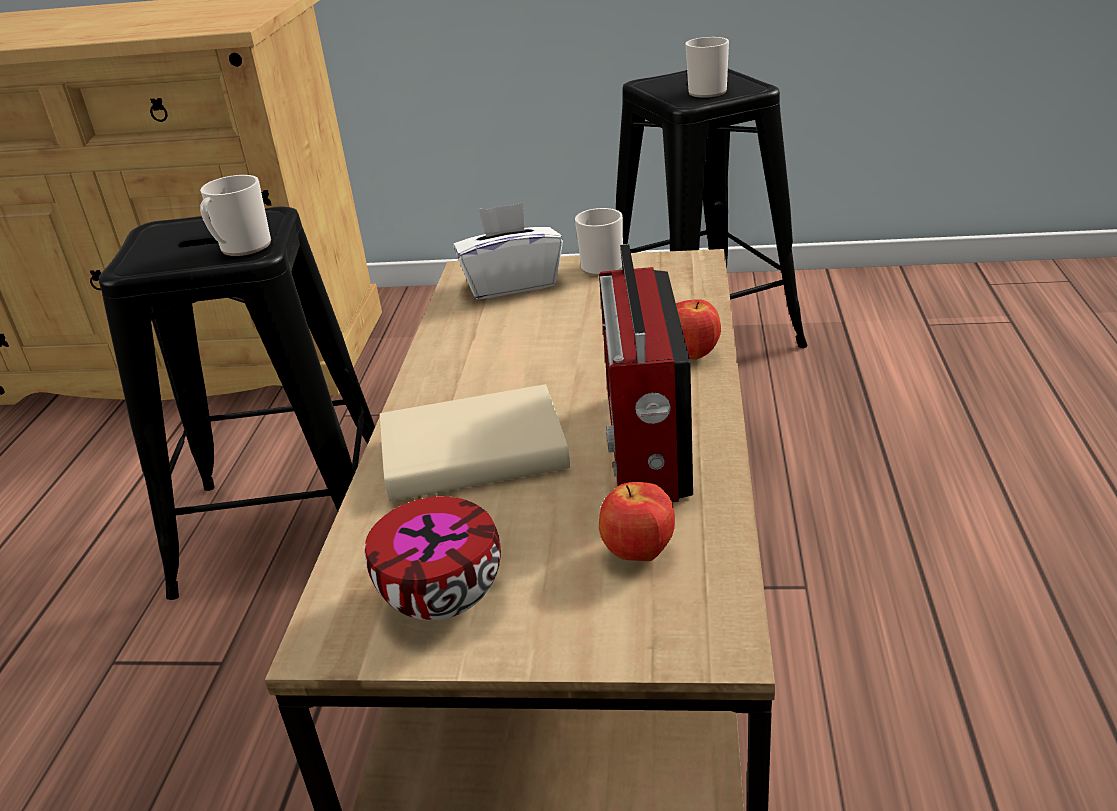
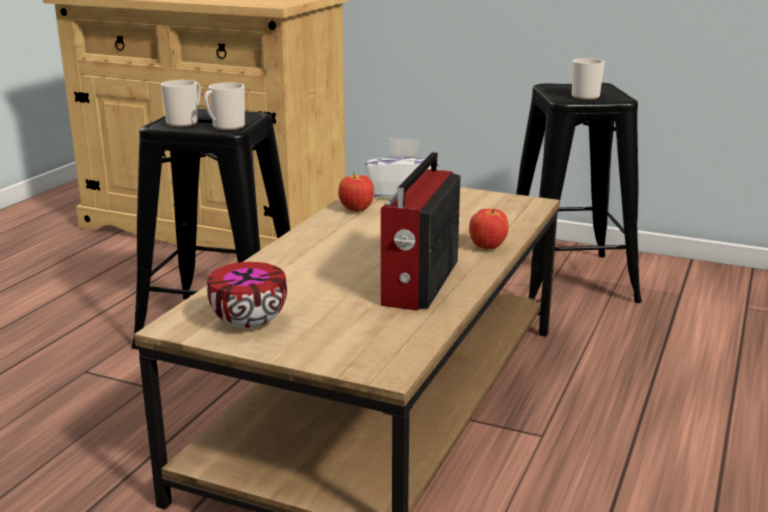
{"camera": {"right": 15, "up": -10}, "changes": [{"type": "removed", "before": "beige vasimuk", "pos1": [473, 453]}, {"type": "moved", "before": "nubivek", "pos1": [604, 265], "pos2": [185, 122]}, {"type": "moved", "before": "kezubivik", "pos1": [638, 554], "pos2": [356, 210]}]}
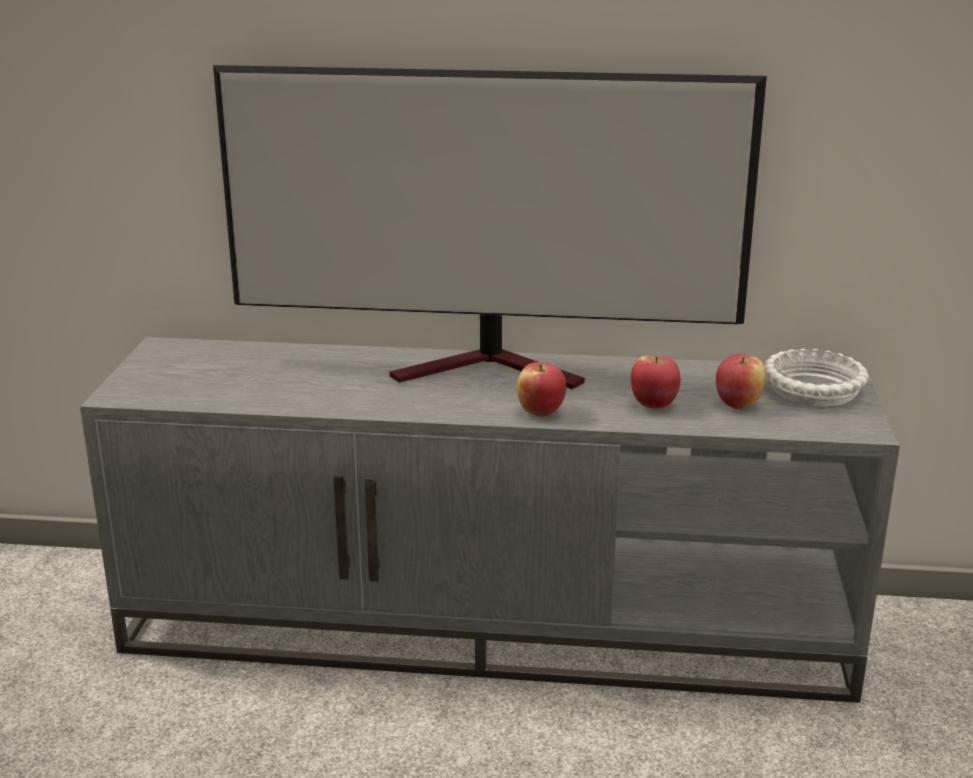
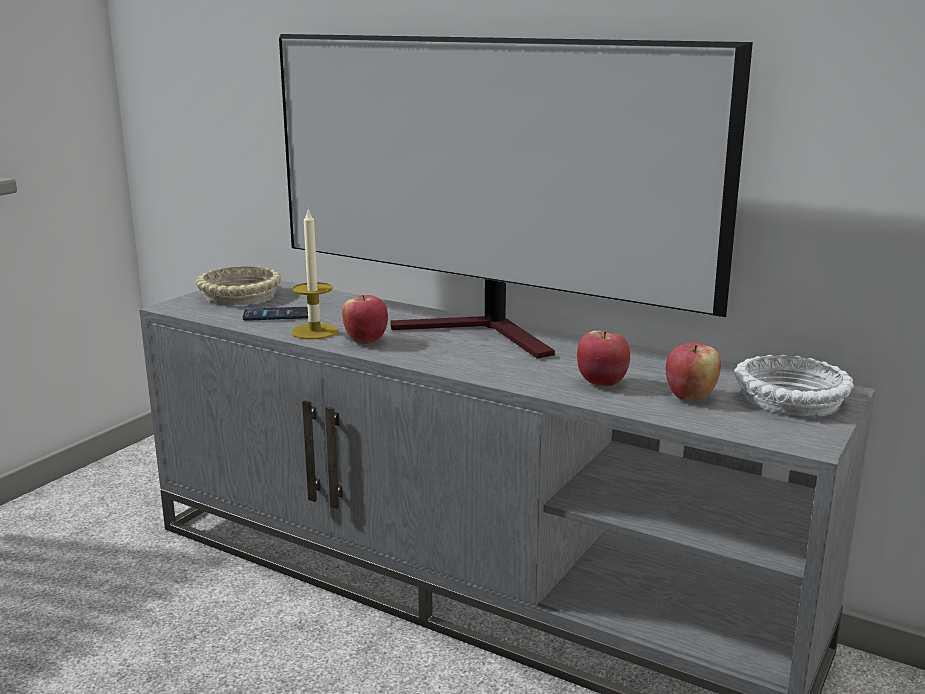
{"camera": {"right": 25, "up": -5}, "changes": [{"type": "added", "after": "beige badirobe", "pos2": [240, 295]}, {"type": "added", "after": "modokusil", "pos2": [277, 315]}, {"type": "added", "after": "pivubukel", "pos2": [314, 331]}, {"type": "moved", "before": "kezubivik", "pos1": [540, 412], "pos2": [366, 341]}]}
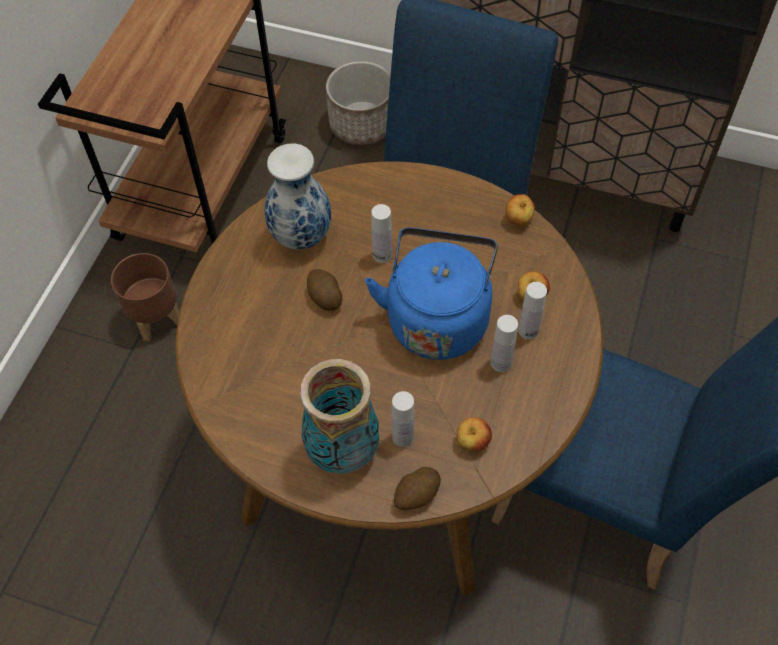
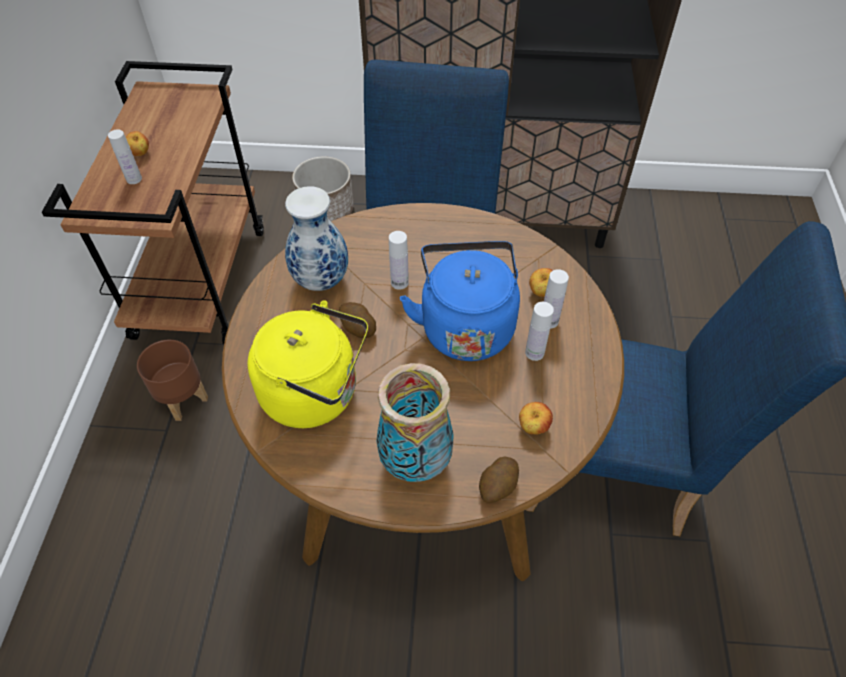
{"camera": {"right": -15, "up": -5}, "changes": [{"type": "added", "after": "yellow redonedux", "pos2": [316, 393]}, {"type": "moved", "before": "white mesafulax", "pos1": [403, 437], "pos2": [134, 179]}, {"type": "moved", "before": "kezubivik", "pos1": [518, 220], "pos2": [140, 154]}]}
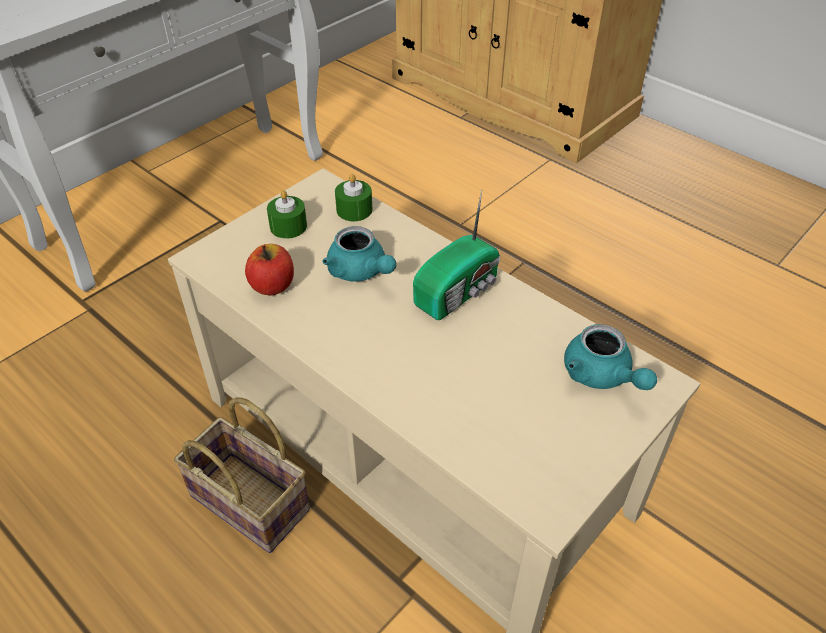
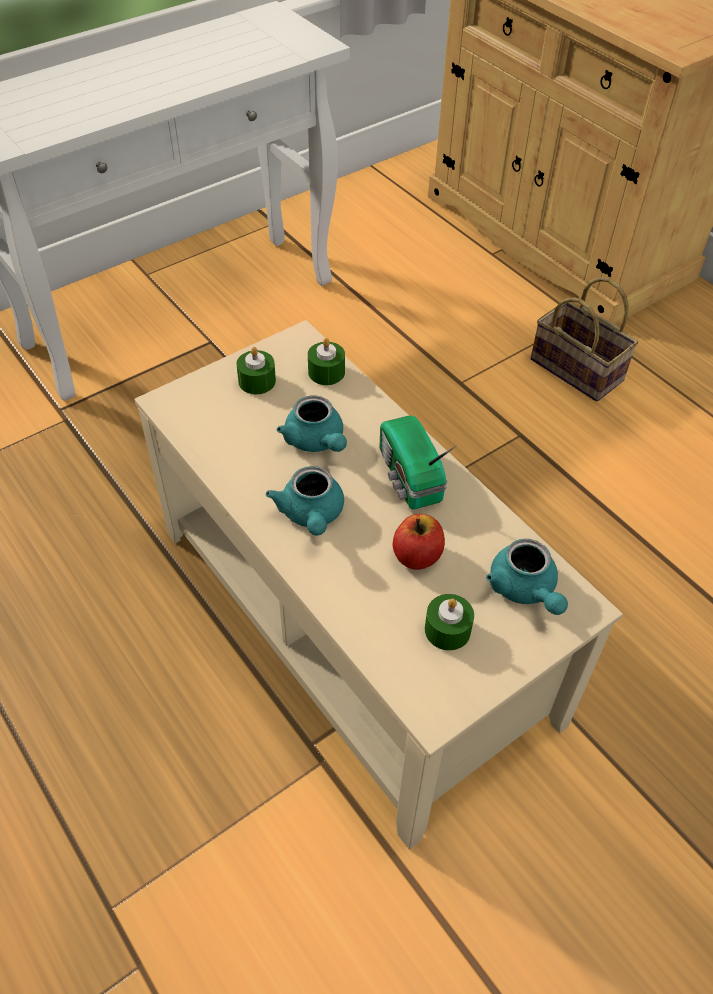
{"camera": {"right": 10, "up": 5}, "changes": [{"type": "added", "after": "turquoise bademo", "pos2": [311, 515]}, {"type": "added", "after": "green pivubukel", "pos2": [447, 630]}, {"type": "moved", "before": "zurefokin", "pos1": [253, 502], "pos2": [579, 370]}, {"type": "moved", "before": "kezubivik", "pos1": [273, 285], "pos2": [417, 556]}, {"type": "turned", "before": "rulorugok", "pos1": [459, 291], "pos2": [409, 478], "turn": 105}]}
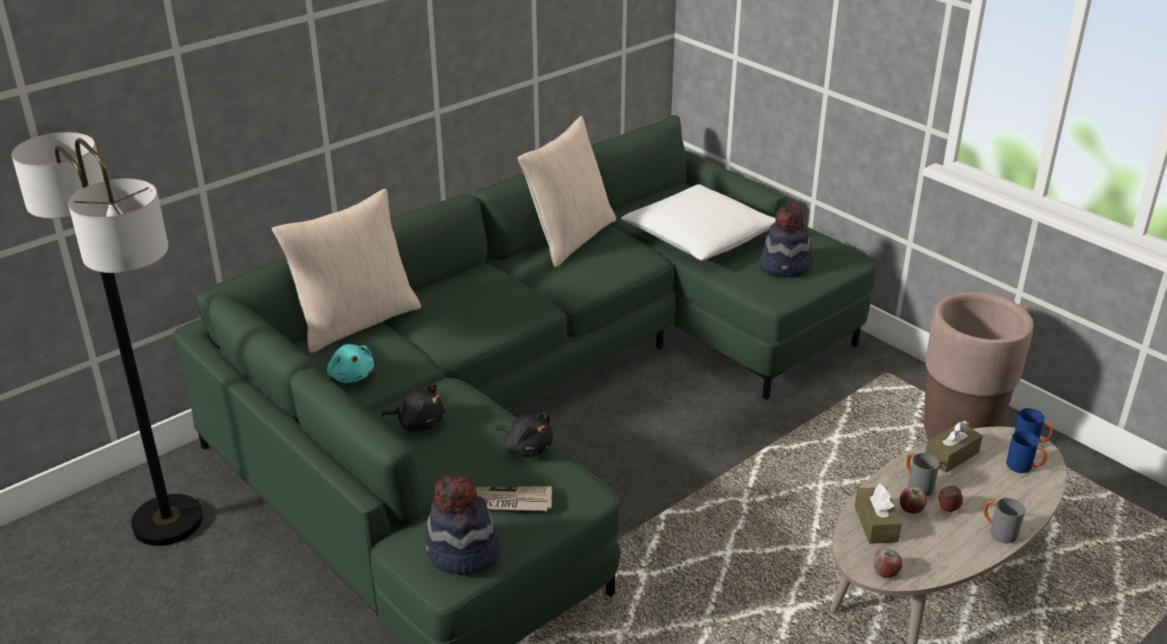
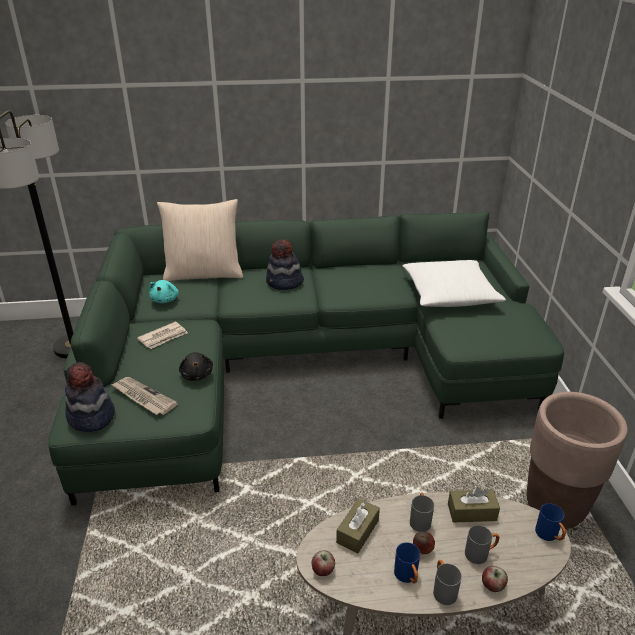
{"camera": {"right": 35, "up": 0}, "changes": [{"type": "removed", "before": "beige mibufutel", "pos1": [569, 238]}, {"type": "added", "after": "grey nubivek", "pos2": [480, 554]}, {"type": "moved", "before": "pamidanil", "pos1": [786, 266], "pos2": [284, 283]}, {"type": "moved", "before": "kezubivik", "pos1": [911, 509], "pos2": [492, 586]}, {"type": "moved", "before": "blue nubivek", "pos1": [1024, 467], "pos2": [407, 577]}, {"type": "replaced", "before": "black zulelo", "after": "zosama", "pos1": [418, 423], "pos2": [163, 337]}]}
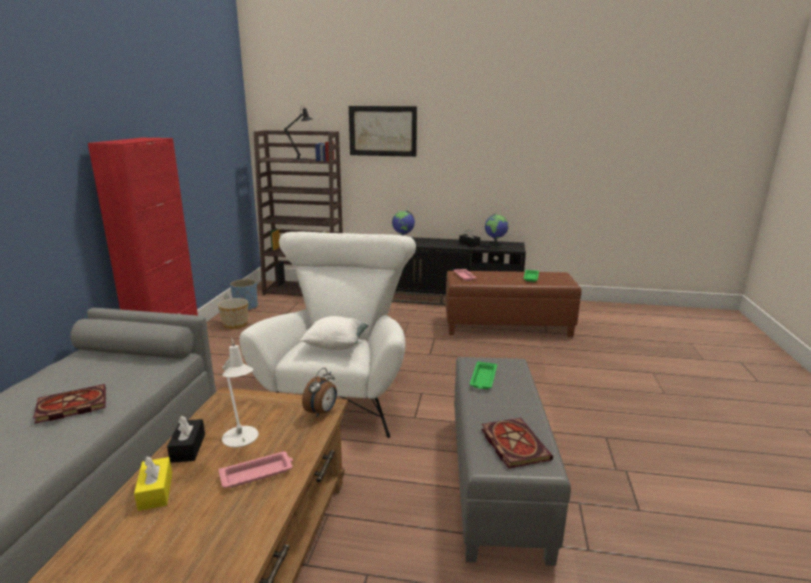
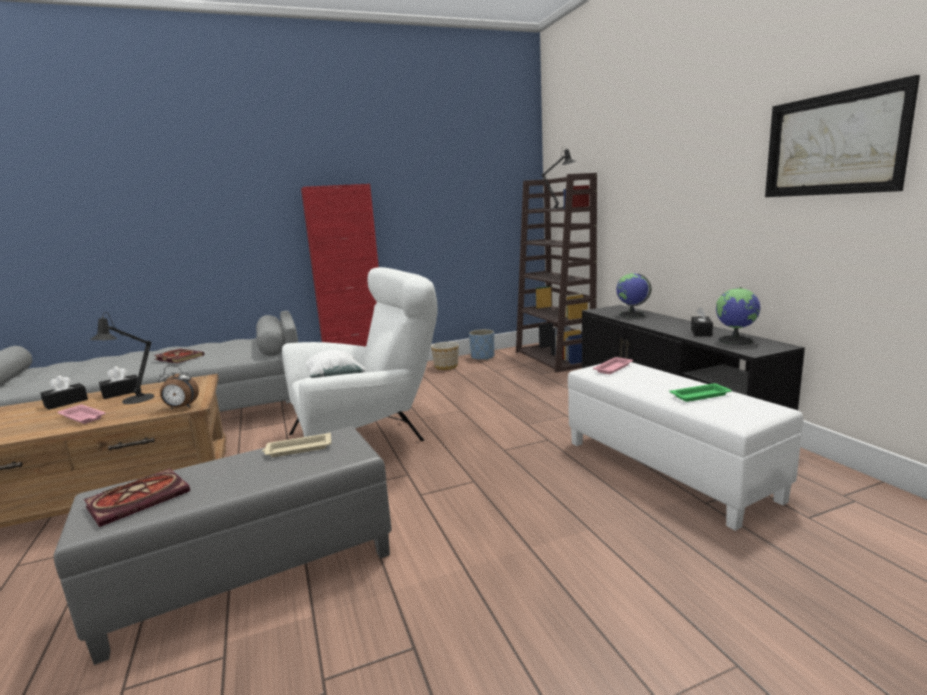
{"camera": {"right": 60, "up": -5}, "changes": [{"type": "moved", "before": "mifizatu", "pos1": [383, 131], "pos2": [833, 144]}, {"type": "recoloured", "before": "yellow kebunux", "after": "black kebunux", "pos1": [155, 491], "pos2": [66, 402]}, {"type": "recoloured", "before": "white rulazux", "after": "black rulazux", "pos1": [241, 439], "pos2": [134, 400]}, {"type": "recoloured", "before": "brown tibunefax", "after": "white tibunefax", "pos1": [507, 326], "pos2": [667, 469]}, {"type": "recoloured", "before": "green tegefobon", "after": "beige tegefobon", "pos1": [483, 379], "pos2": [297, 449]}]}
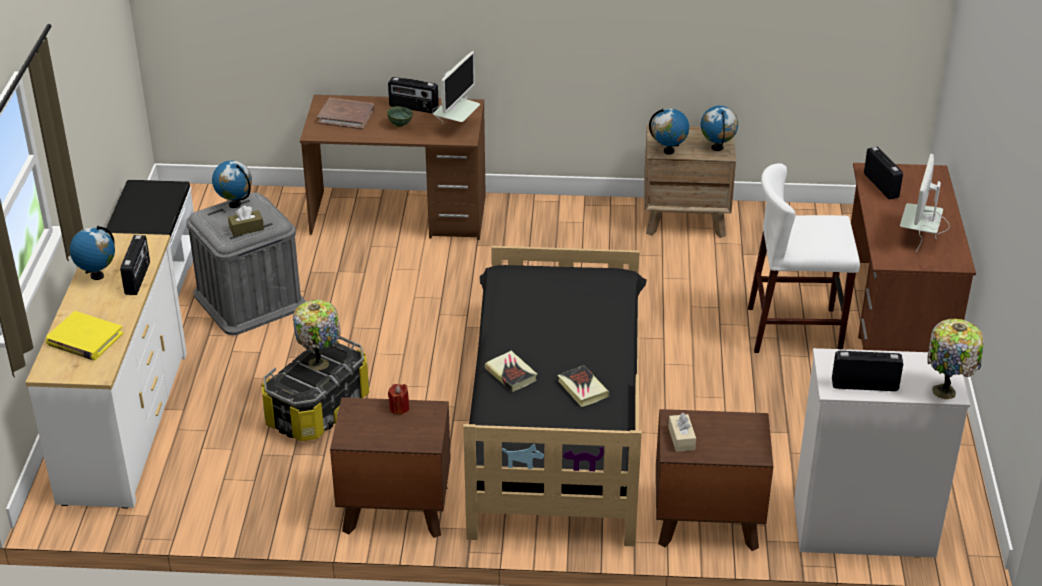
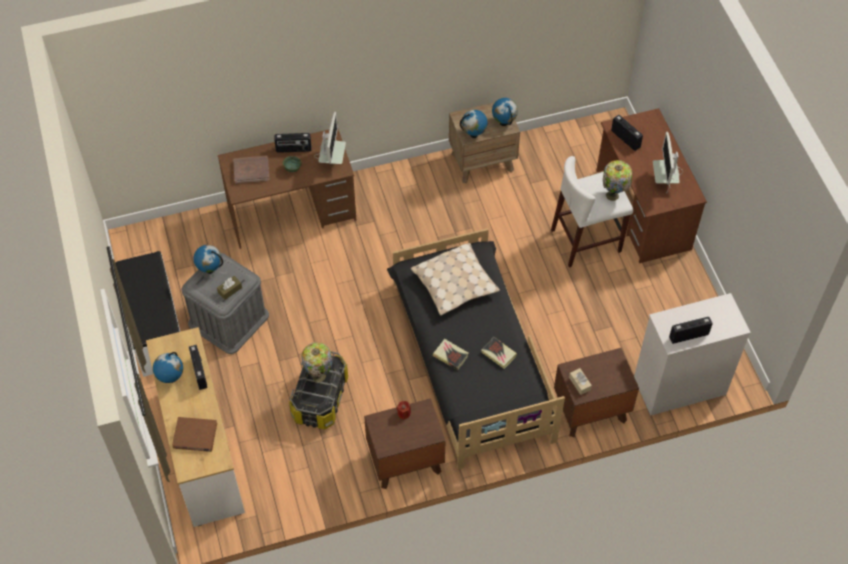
{"camera": {"right": -20, "up": 20}, "changes": [{"type": "added", "after": "beige mibufutel", "pos2": [455, 285]}, {"type": "moved", "before": "rulazux", "pos1": [946, 392], "pos2": [613, 195]}, {"type": "recoloured", "before": "yellow vasimuk", "after": "brown vasimuk", "pos1": [84, 339], "pos2": [195, 436]}]}
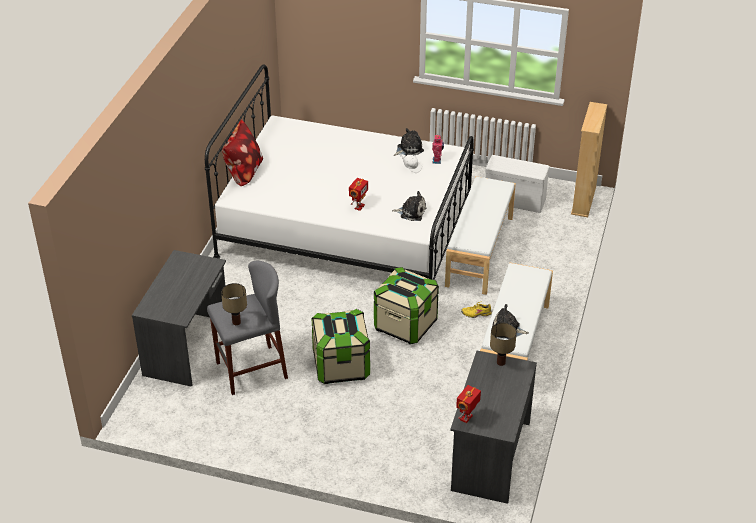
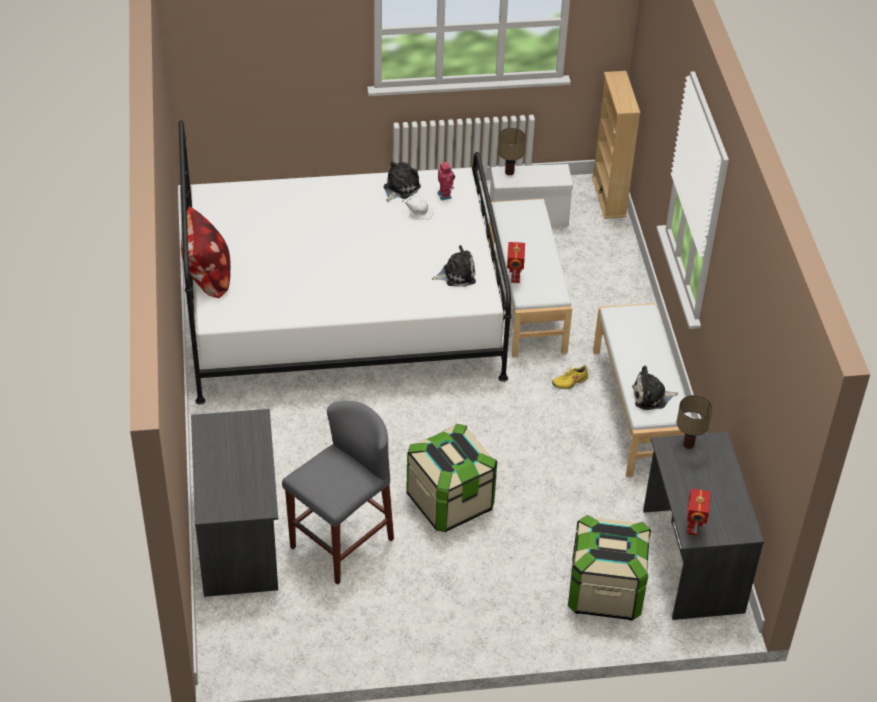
{"camera": {"right": -25, "up": 5}, "changes": [{"type": "moved", "before": "rulazux", "pos1": [236, 322], "pos2": [509, 172]}, {"type": "moved", "before": "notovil", "pos1": [358, 207], "pos2": [514, 278]}, {"type": "moved", "before": "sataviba", "pos1": [405, 325], "pos2": [605, 591]}]}
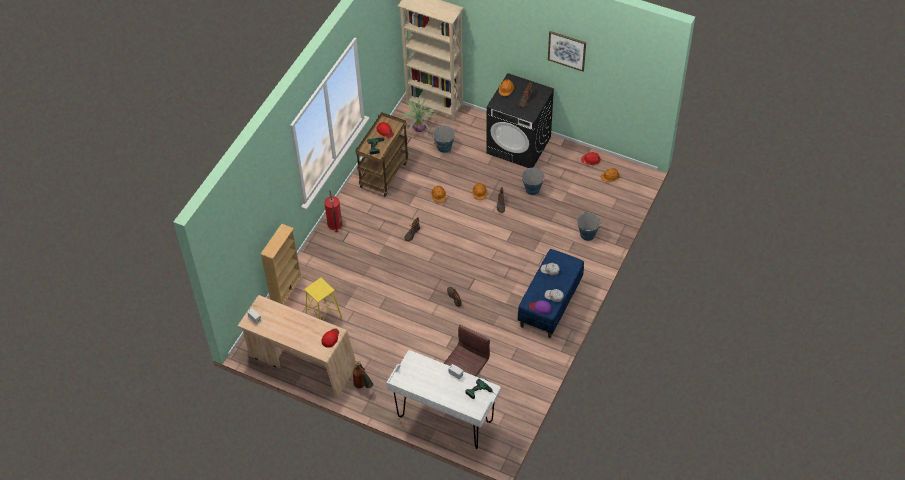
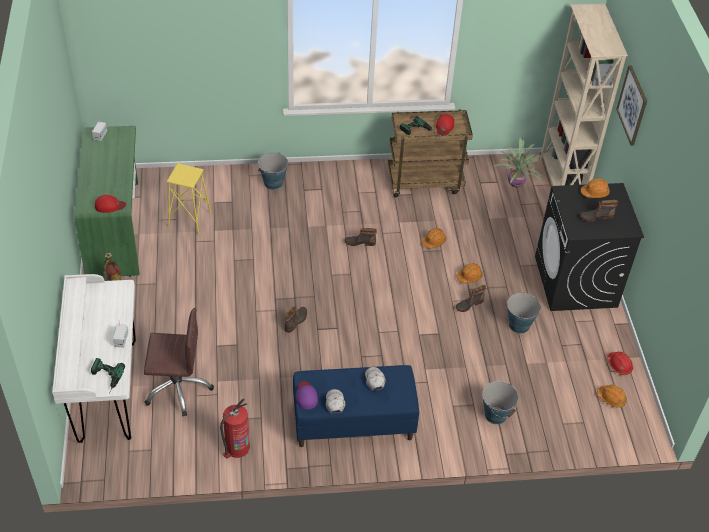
{"camera": {"right": 55, "up": -5}, "changes": [{"type": "removed", "before": "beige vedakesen", "pos1": [286, 289]}, {"type": "moved", "before": "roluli", "pos1": [335, 224], "pos2": [236, 447]}, {"type": "moved", "before": "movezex", "pos1": [444, 147], "pos2": [273, 183]}, {"type": "moved", "before": "mifizatu", "pos1": [567, 50], "pos2": [632, 105]}, {"type": "recoloured", "before": "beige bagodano", "after": "green bagodano", "pos1": [301, 362], "pos2": [115, 228]}]}
